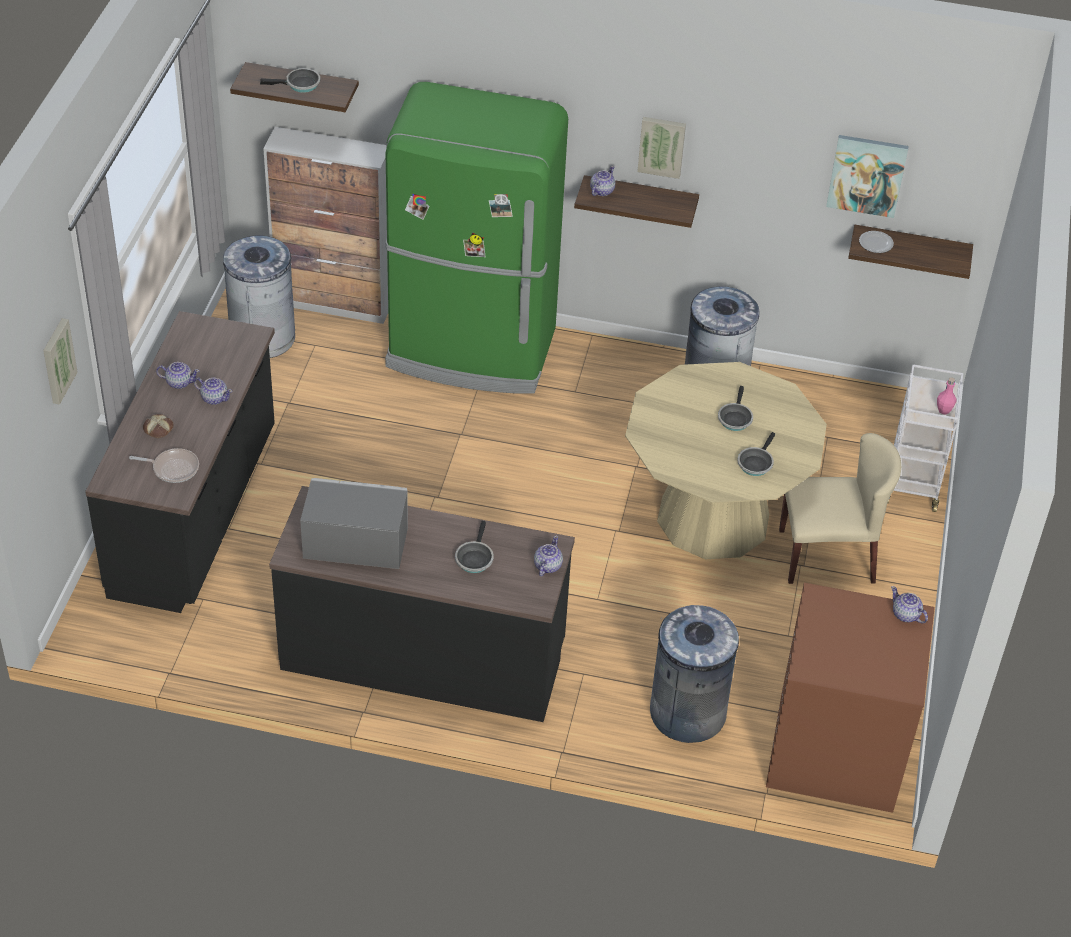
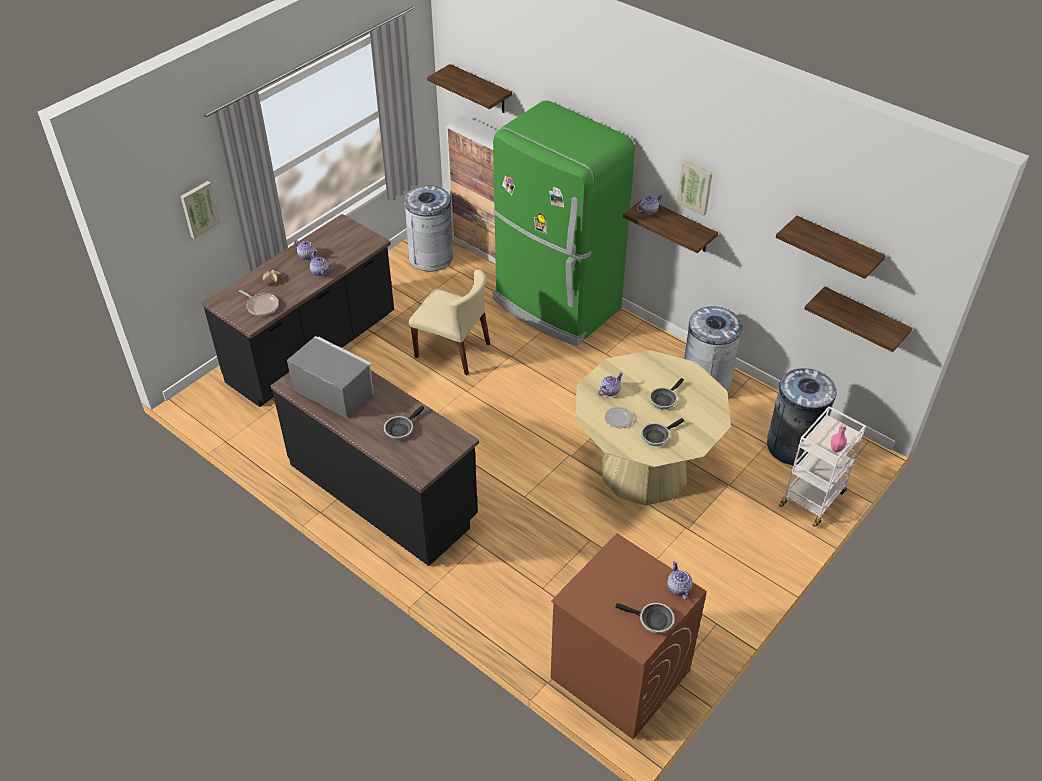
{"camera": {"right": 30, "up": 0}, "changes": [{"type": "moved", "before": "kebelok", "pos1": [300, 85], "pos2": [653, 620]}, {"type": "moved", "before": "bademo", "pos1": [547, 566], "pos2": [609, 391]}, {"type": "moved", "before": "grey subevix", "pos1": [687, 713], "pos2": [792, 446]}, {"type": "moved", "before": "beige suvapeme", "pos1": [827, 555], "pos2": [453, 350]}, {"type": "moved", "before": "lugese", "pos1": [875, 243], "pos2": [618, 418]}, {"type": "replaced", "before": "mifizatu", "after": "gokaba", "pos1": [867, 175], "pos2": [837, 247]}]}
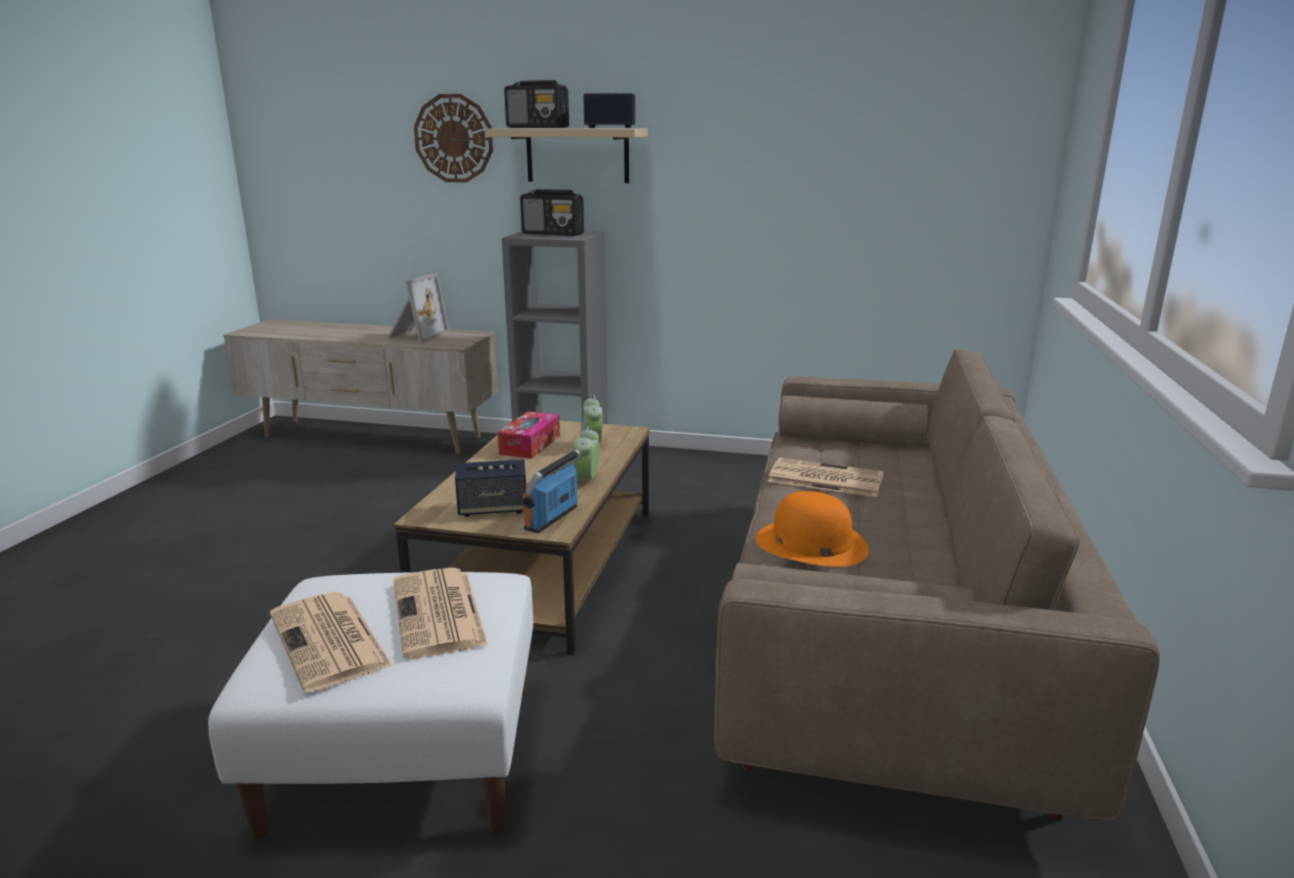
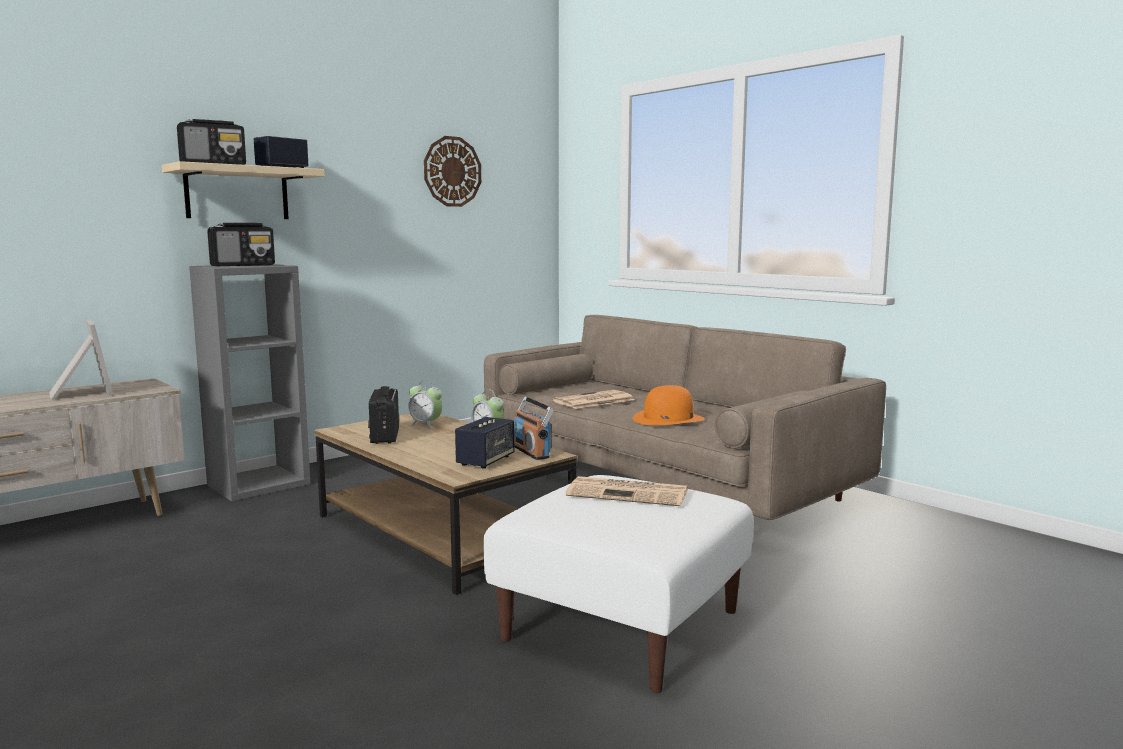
{"camera": {"right": -55, "up": -10}, "changes": [{"type": "removed", "before": "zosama", "pos1": [330, 641]}, {"type": "moved", "before": "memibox", "pos1": [454, 138], "pos2": [452, 171]}, {"type": "replaced", "before": "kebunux", "after": "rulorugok", "pos1": [530, 445], "pos2": [385, 436]}]}
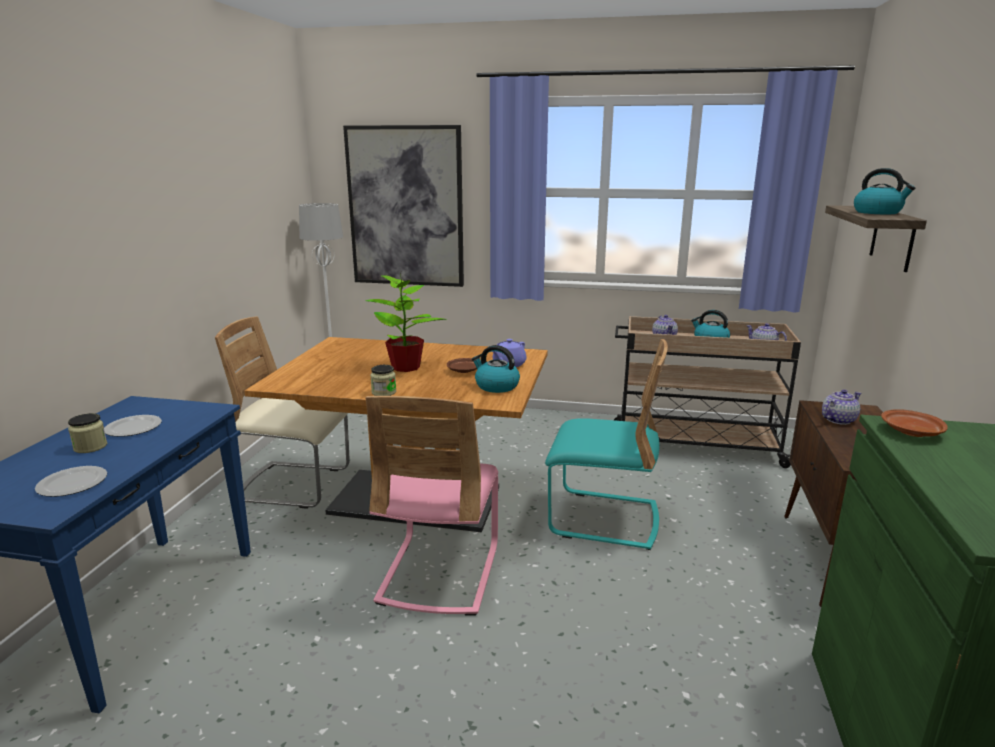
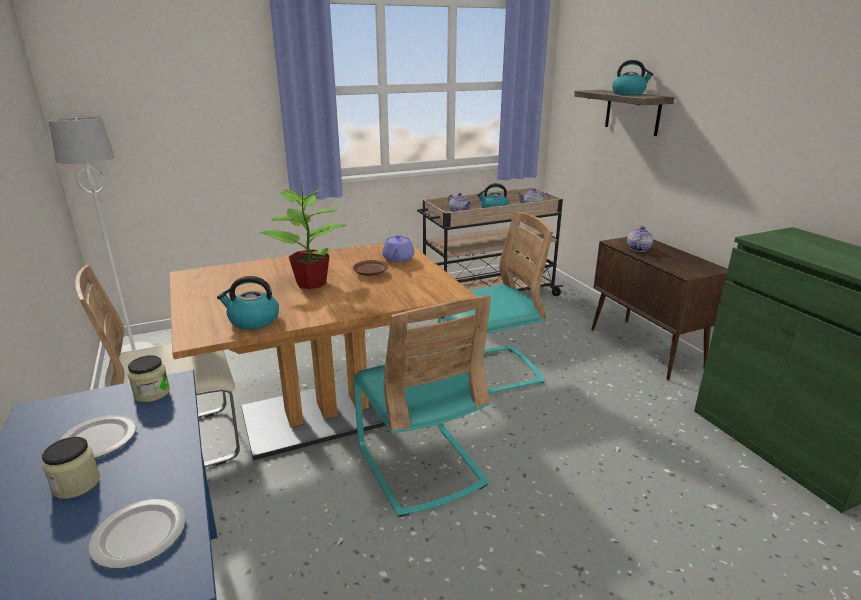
{"camera": {"right": -35, "up": 5}, "changes": [{"type": "removed", "before": "mifizatu", "pos1": [406, 207]}, {"type": "removed", "before": "brown lugese", "pos1": [911, 432]}, {"type": "moved", "before": "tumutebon", "pos1": [384, 392], "pos2": [152, 393]}, {"type": "moved", "before": "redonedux", "pos1": [496, 386], "pos2": [253, 321]}, {"type": "recoloured", "before": "pink suvapeme", "after": "turquoise suvapeme", "pos1": [439, 573], "pos2": [420, 465]}]}
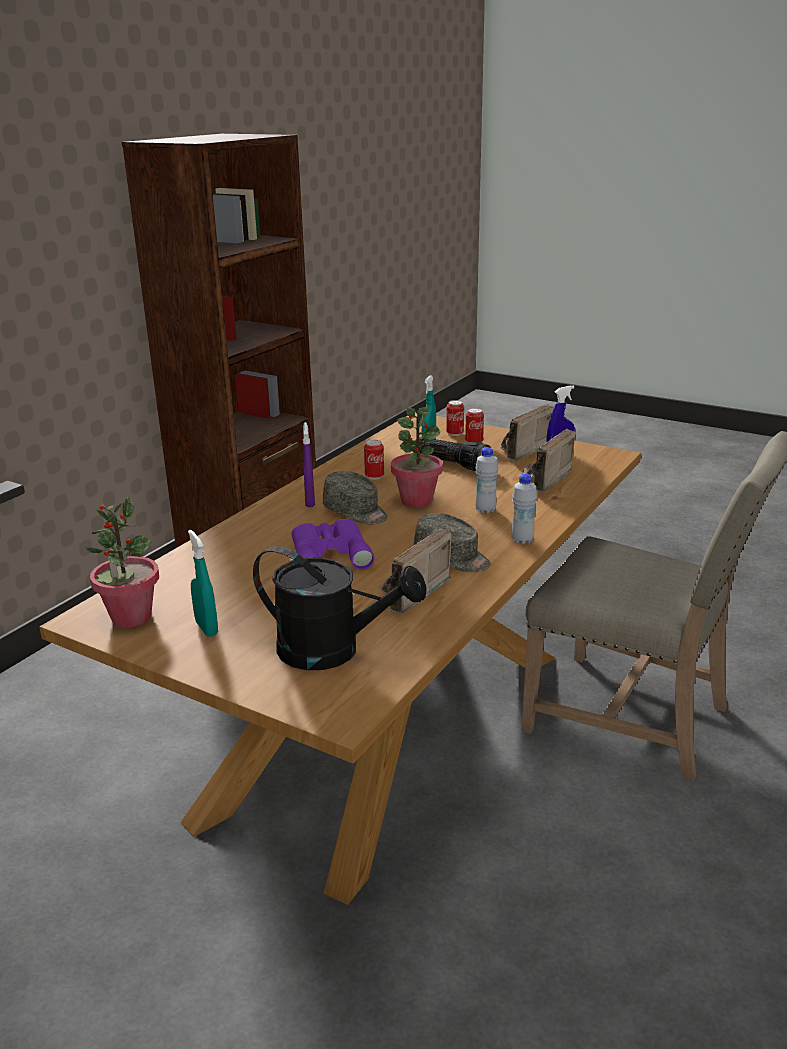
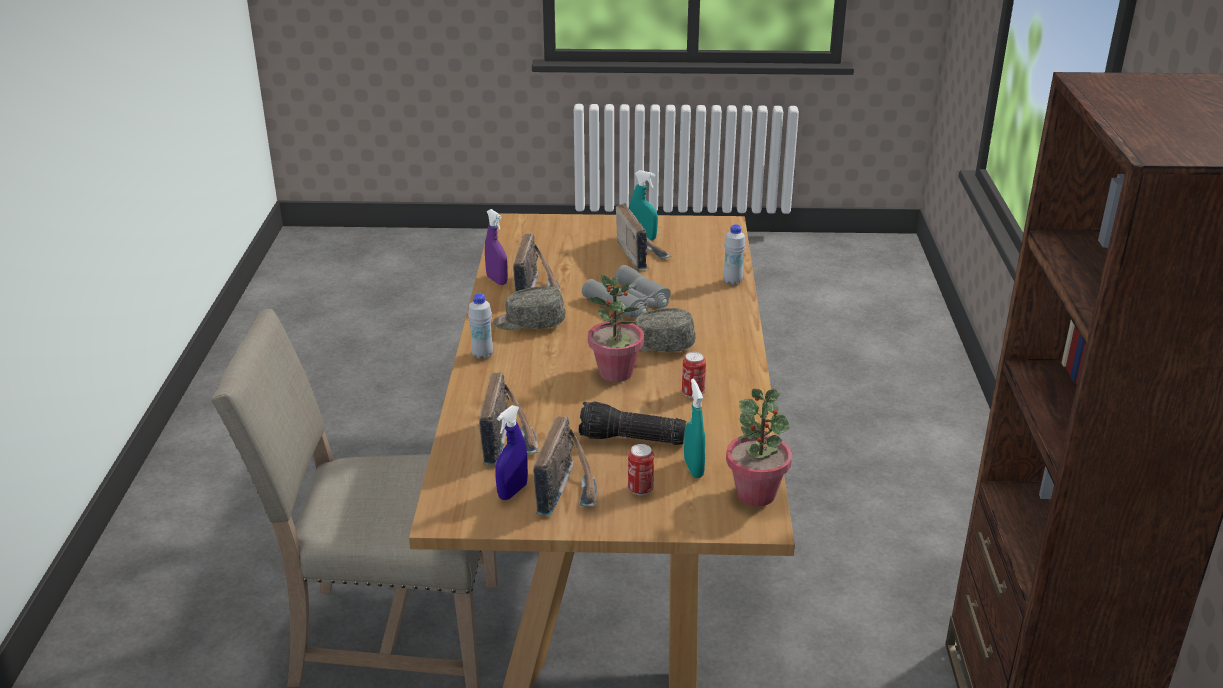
{"camera": {"right": 150, "up": 5}, "changes": [{"type": "removed", "before": "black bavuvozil", "pos1": [333, 651]}, {"type": "removed", "before": "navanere", "pos1": [455, 433]}, {"type": "added", "after": "rulorugok", "pos2": [640, 254]}, {"type": "moved", "before": "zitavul", "pos1": [131, 617], "pos2": [756, 494]}, {"type": "moved", "before": "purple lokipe", "pos1": [310, 502], "pos2": [497, 280]}, {"type": "moved", "before": "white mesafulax", "pos1": [485, 510], "pos2": [732, 281]}, {"type": "recoloured", "before": "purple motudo", "after": "grey motudo", "pos1": [330, 553], "pos2": [630, 302]}]}
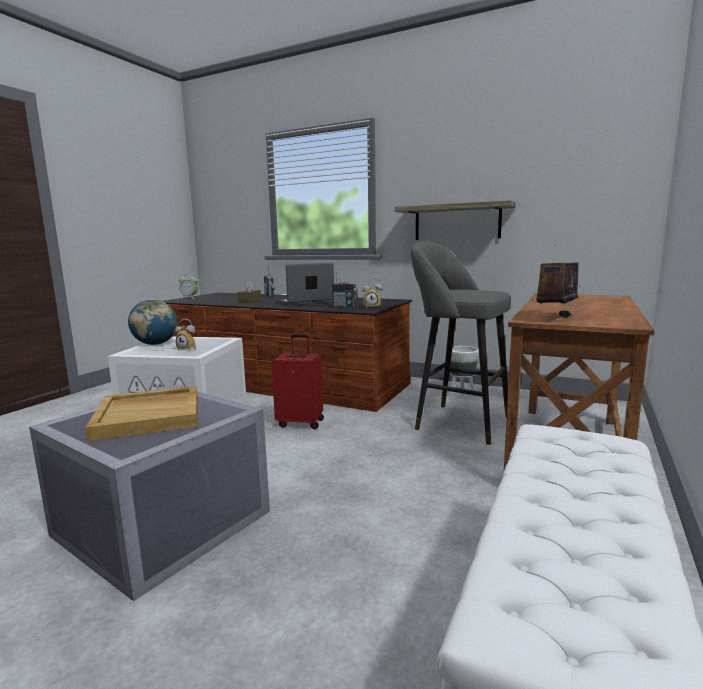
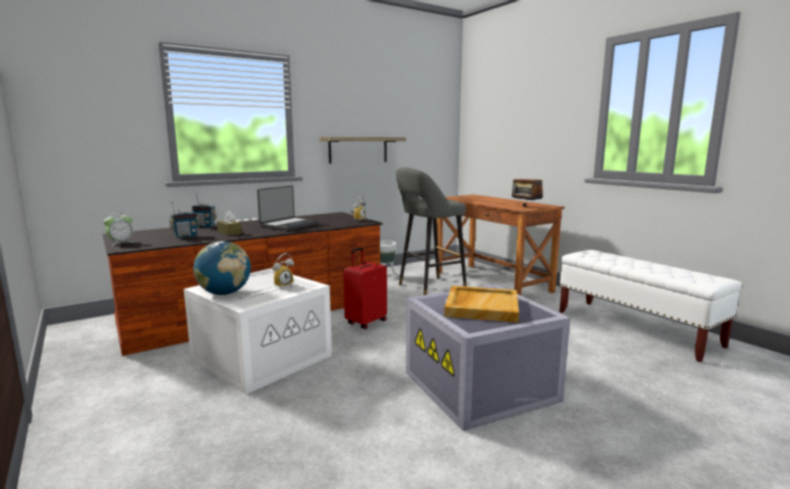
{"camera": {"right": -60, "up": 0}, "changes": [{"type": "moved", "before": "rulorugok", "pos1": [344, 307], "pos2": [185, 236]}, {"type": "turned", "before": "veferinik", "pos1": [305, 302], "pos2": [288, 225], "turn": -150}]}
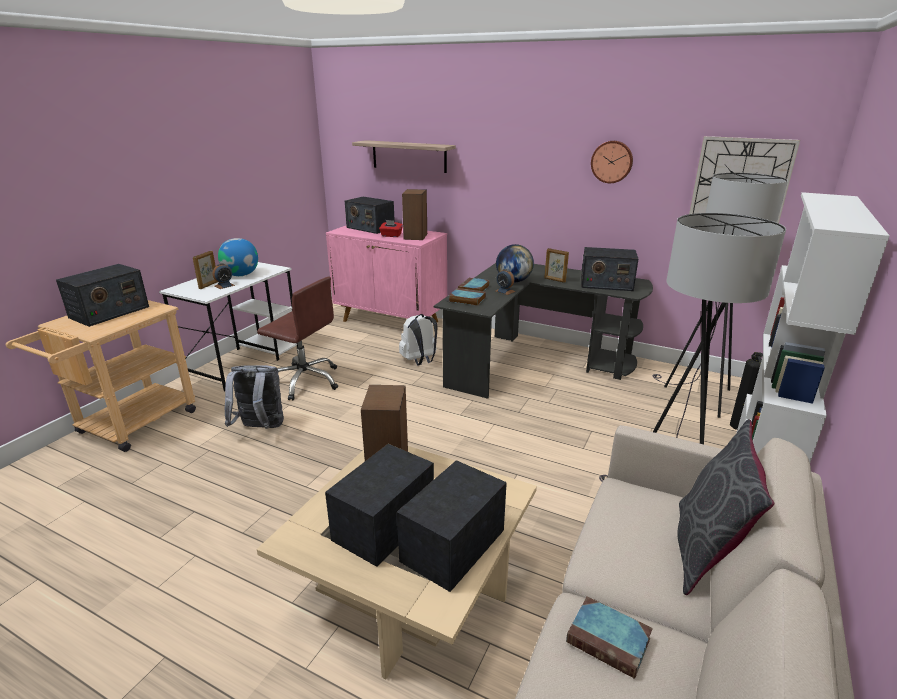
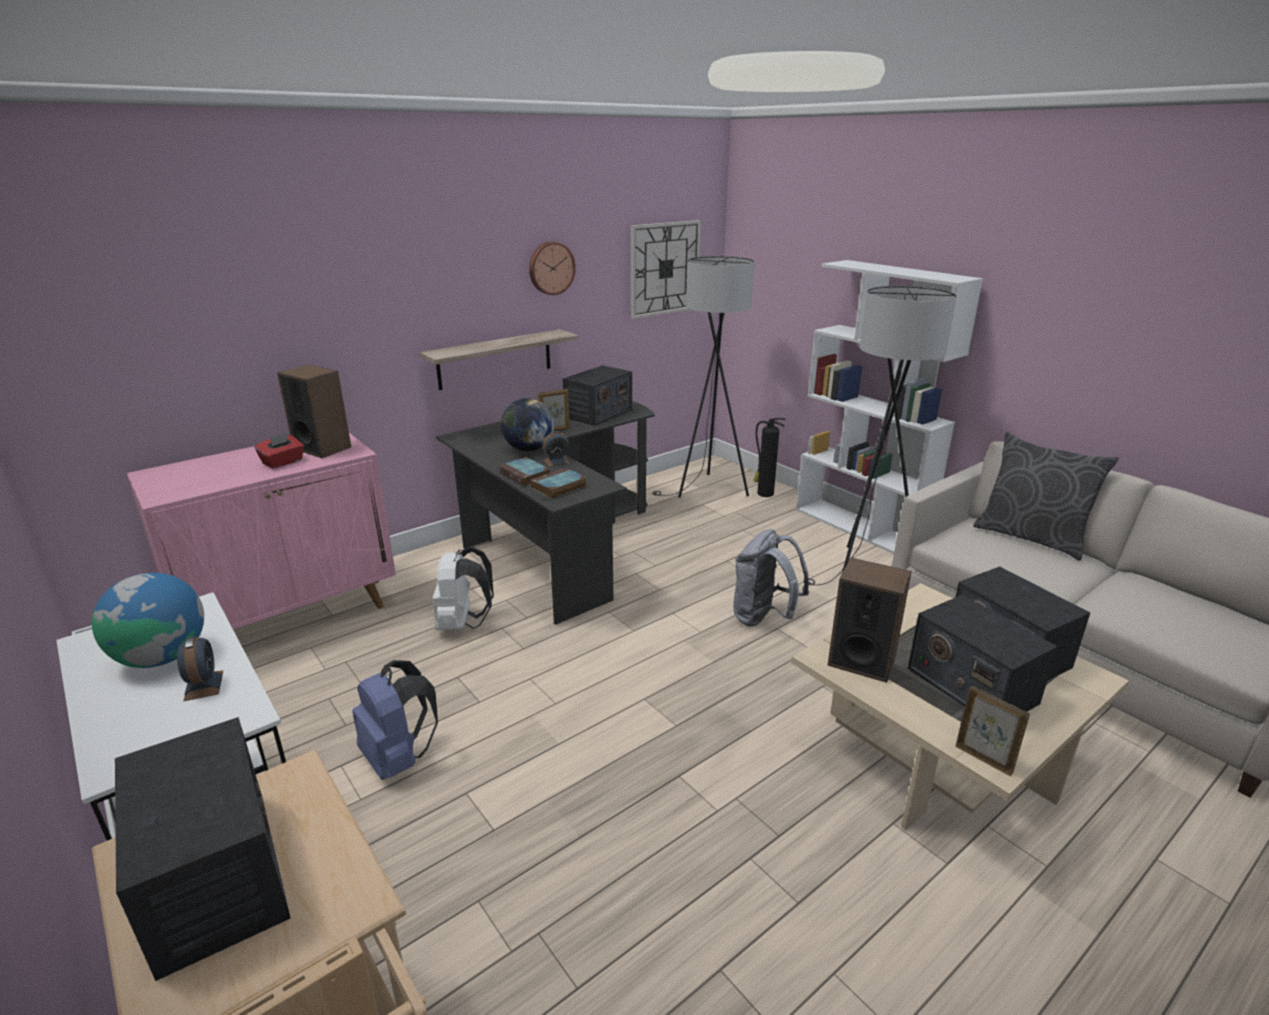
{"camera": {"right": -65, "up": 0}, "changes": [{"type": "removed", "before": "rulorugok", "pos1": [370, 228]}, {"type": "removed", "before": "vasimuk", "pos1": [610, 640]}, {"type": "moved", "before": "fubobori", "pos1": [209, 285], "pos2": [983, 759]}, {"type": "moved", "before": "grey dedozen", "pos1": [260, 428], "pos2": [764, 618]}, {"type": "moved", "before": "gokaba", "pos1": [409, 156], "pos2": [495, 359]}, {"type": "replaced", "before": "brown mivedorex", "after": "blue dedozen", "pos1": [305, 381], "pos2": [399, 758]}]}
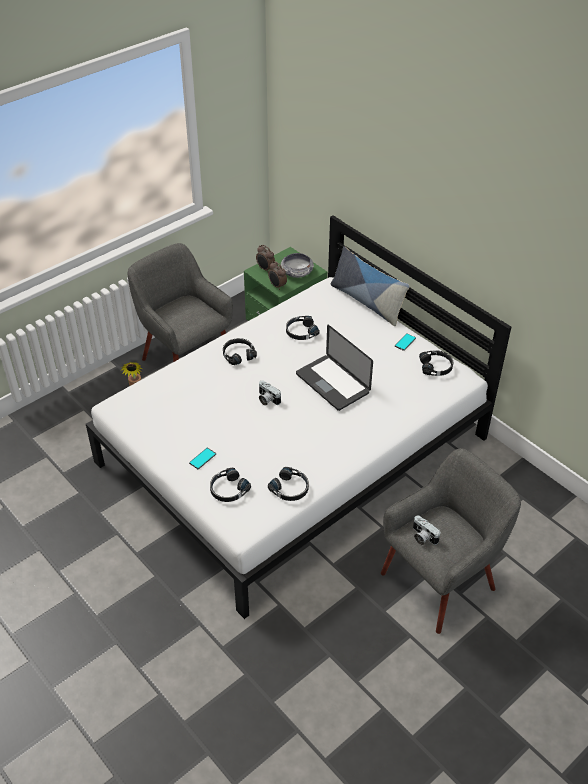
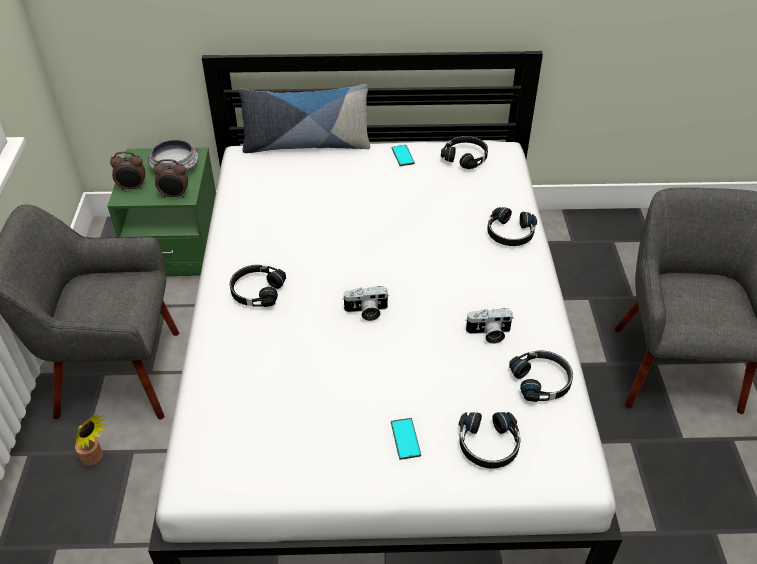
{"camera": {"right": -50, "up": 0}, "changes": [{"type": "removed", "before": "veferinik", "pos1": [332, 383]}, {"type": "moved", "before": "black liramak", "pos1": [301, 332], "pos2": [510, 233]}, {"type": "moved", "before": "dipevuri", "pos1": [422, 537], "pos2": [488, 334]}]}
